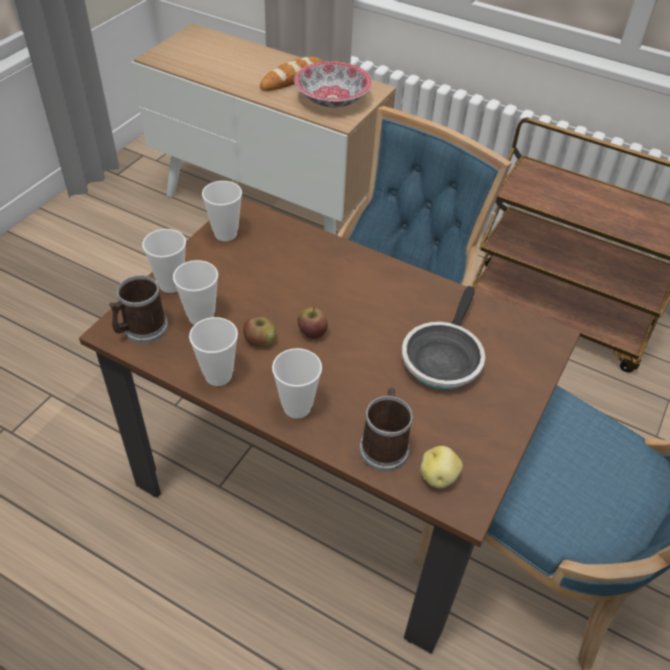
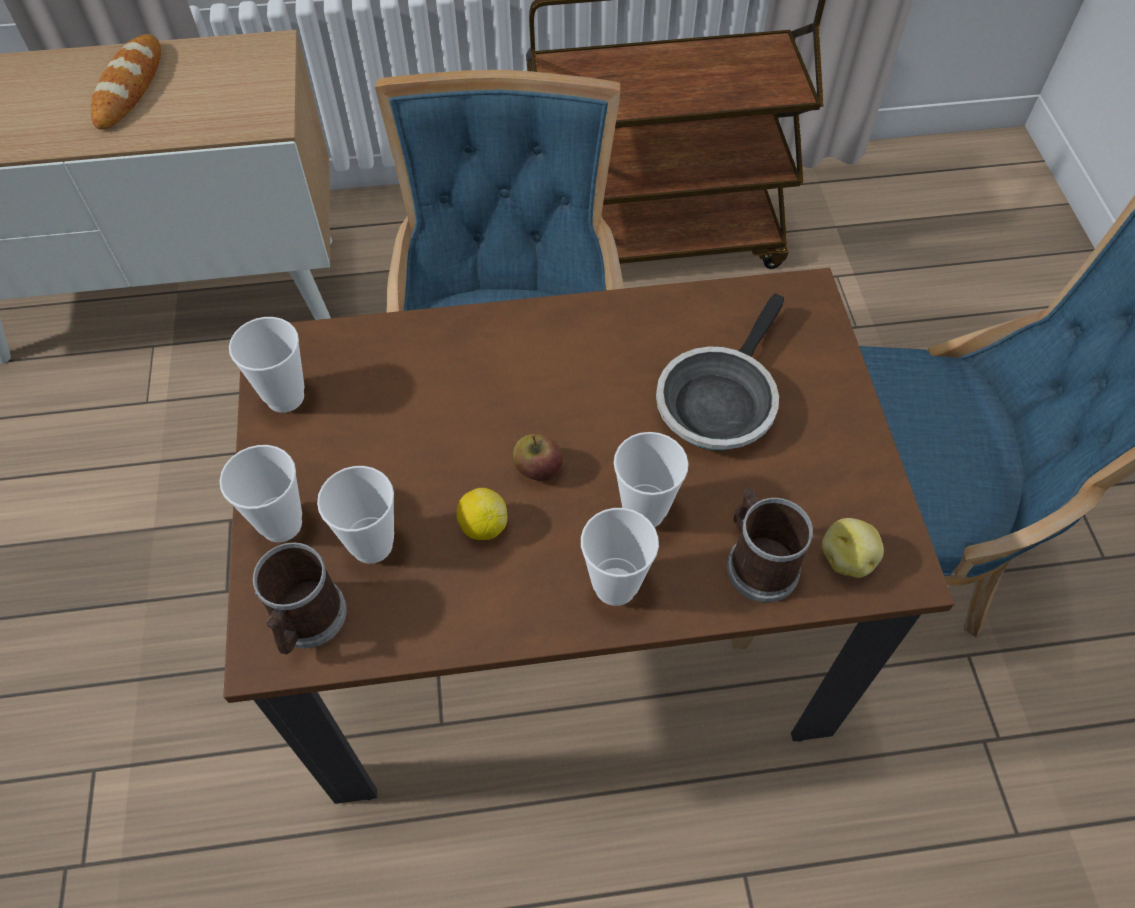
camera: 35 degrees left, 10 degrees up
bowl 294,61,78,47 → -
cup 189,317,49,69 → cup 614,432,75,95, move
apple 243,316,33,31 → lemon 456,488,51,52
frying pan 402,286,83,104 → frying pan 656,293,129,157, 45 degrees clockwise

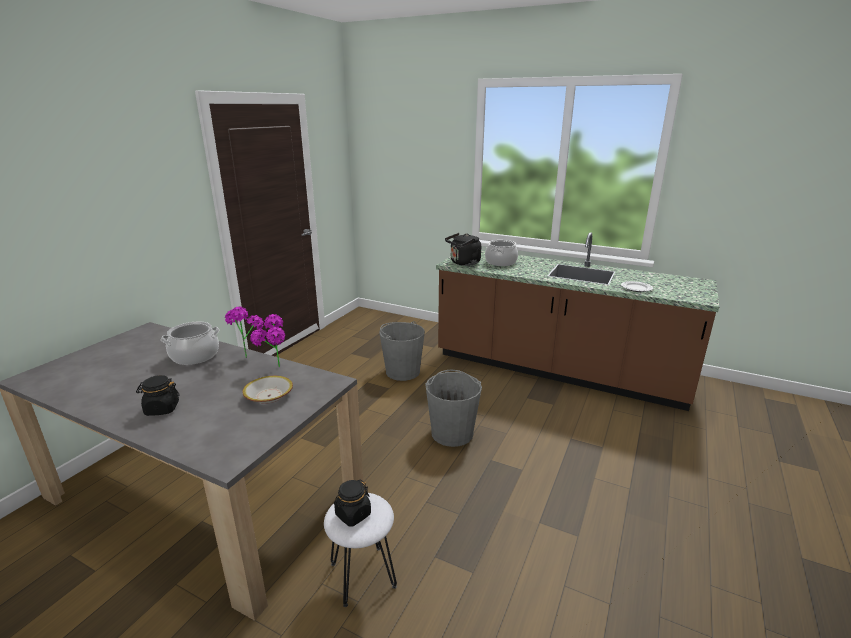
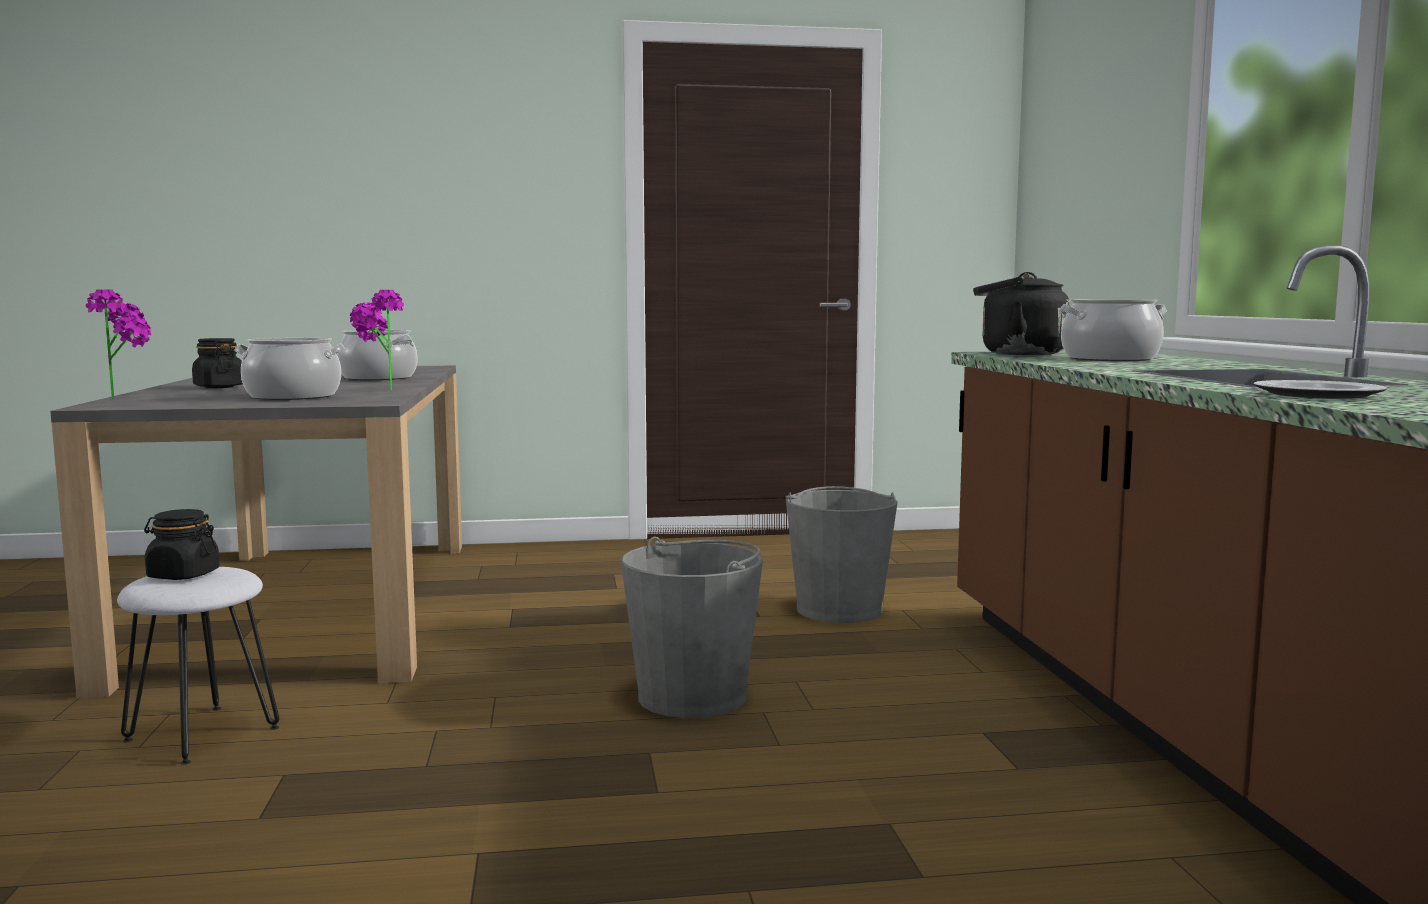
camera: 55 degrees right, 15 degrees down
potted plant 225,306,39,52 → potted plant 86,289,65,110, move
bowl 242,376,51,28 → cooking pot 234,338,111,62

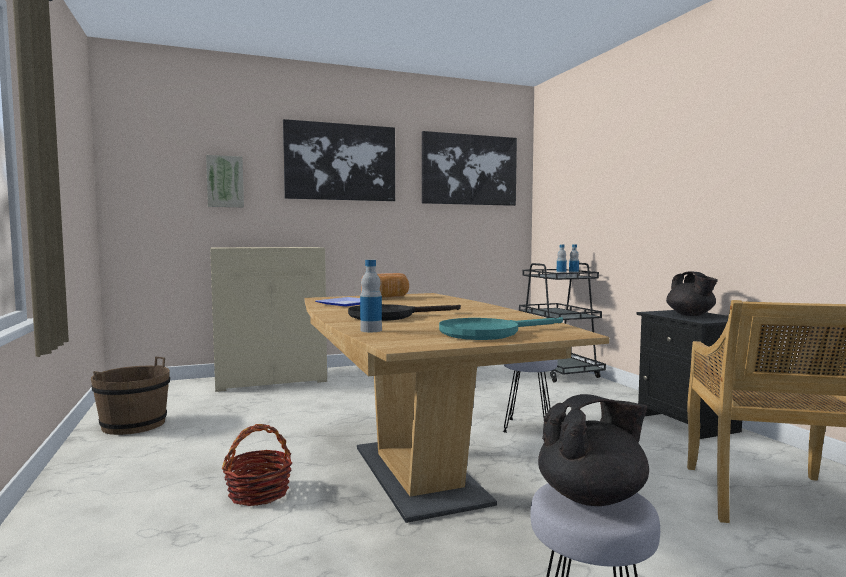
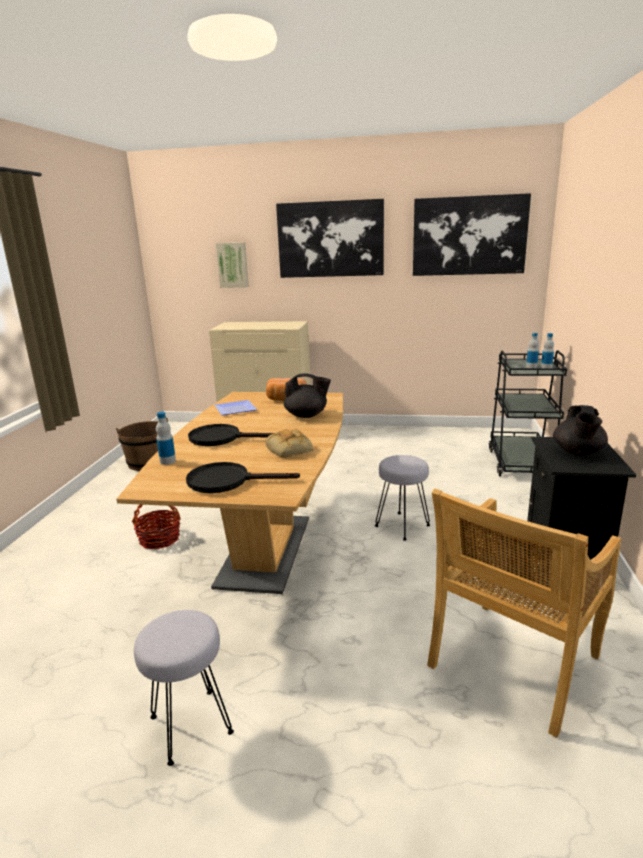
camera: 30 degrees right, 15 degrees up
- → bread 265,429,48,29
black teapot 538,394,111,112 → black teapot 284,373,47,45, move
turquoise frying pan 439,317,124,23 → black frying pan 186,462,114,31

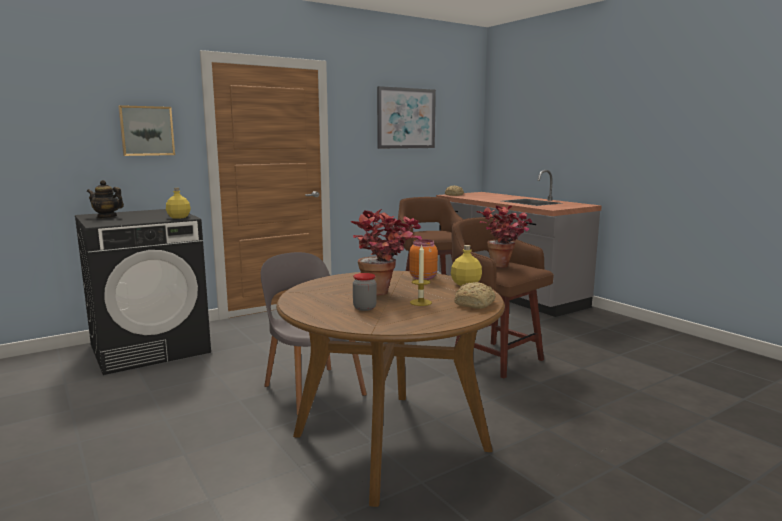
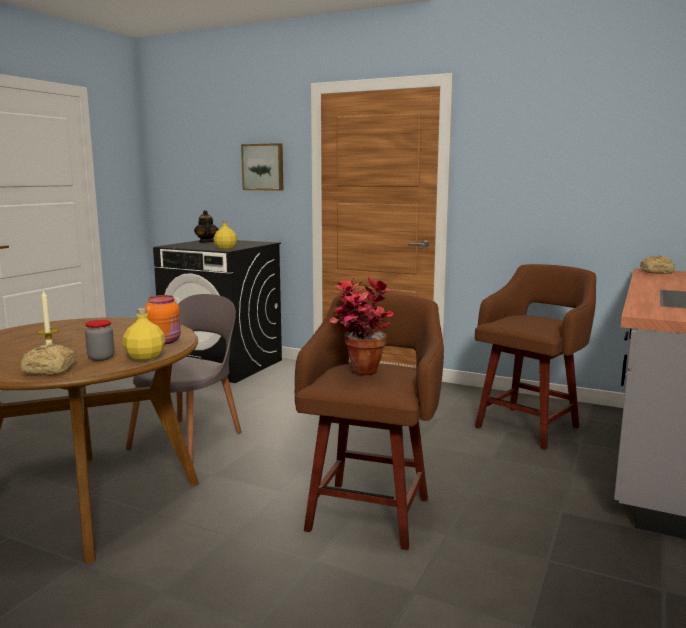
camera: 60 degrees right, 0 degrees up
potted plant 351,209,71,86 → -
picture 377,86,59,63 → -
jar 353,273,24,38 → jar 85,320,29,41, move

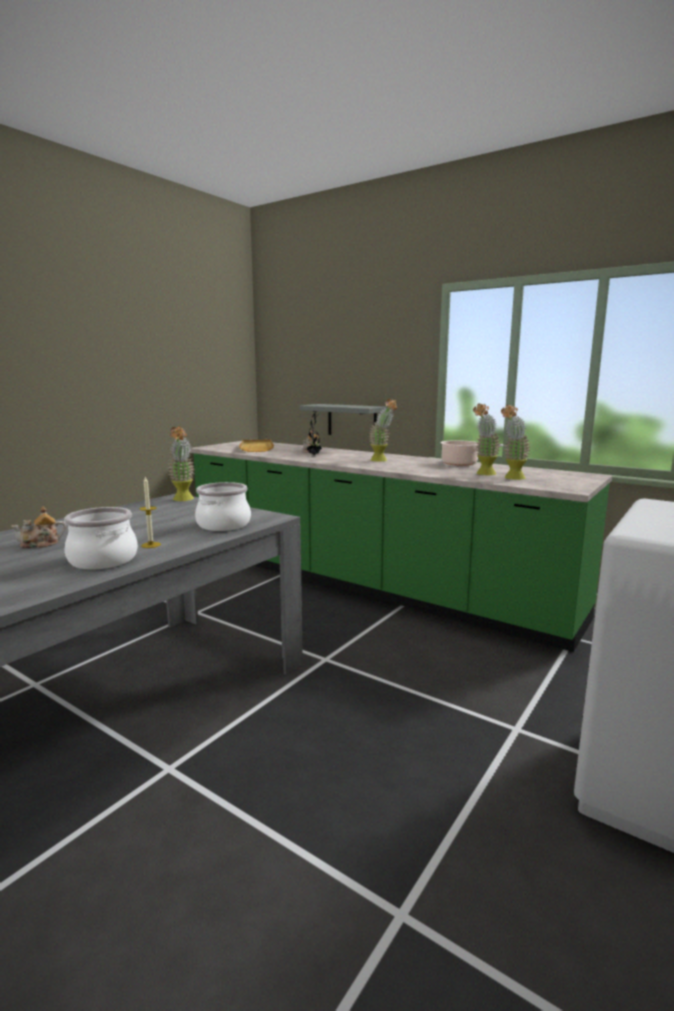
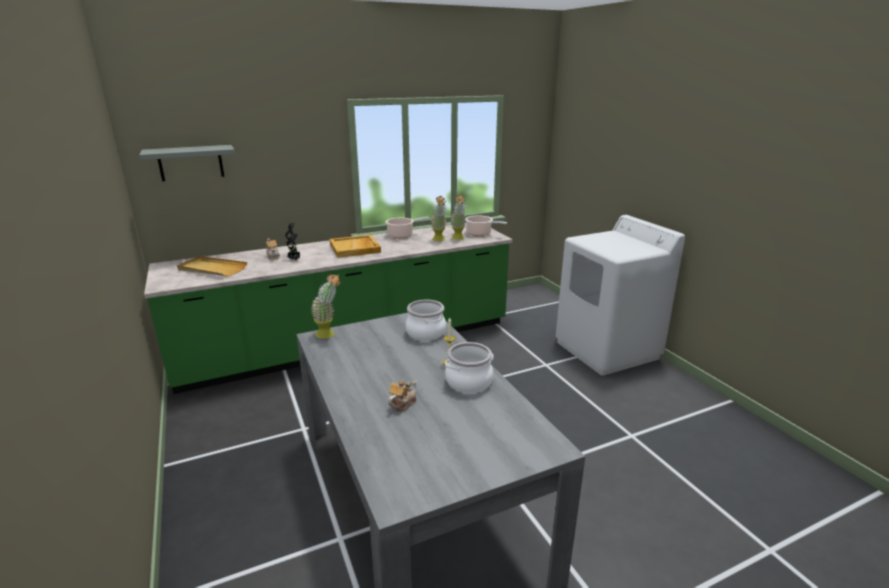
camera: 60 degrees left, 10 degrees up
- → cooking pot 466,215,41,21
grey shelf 300,404,87,31 → grey shelf 139,145,96,36, move
potted plant 369,399,28,63 → beige tray 330,235,51,23
teapot 11,507,55,41 → teapot 388,380,29,32, 150 degrees counterclockwise

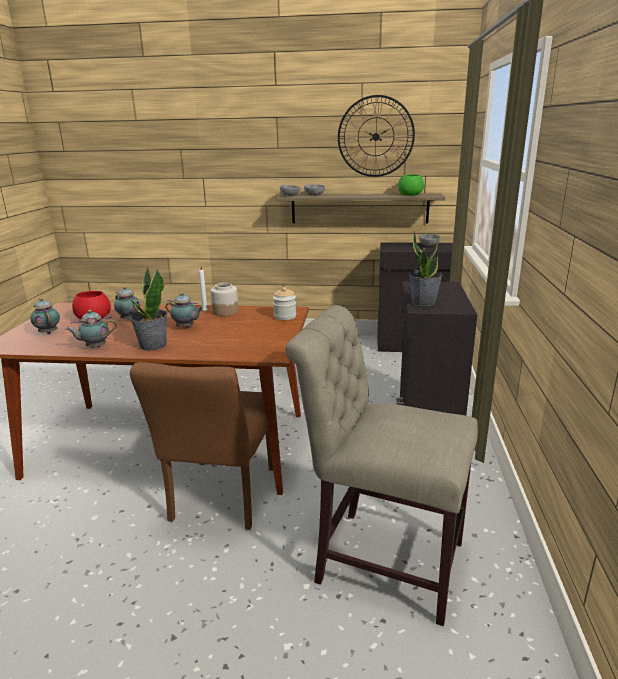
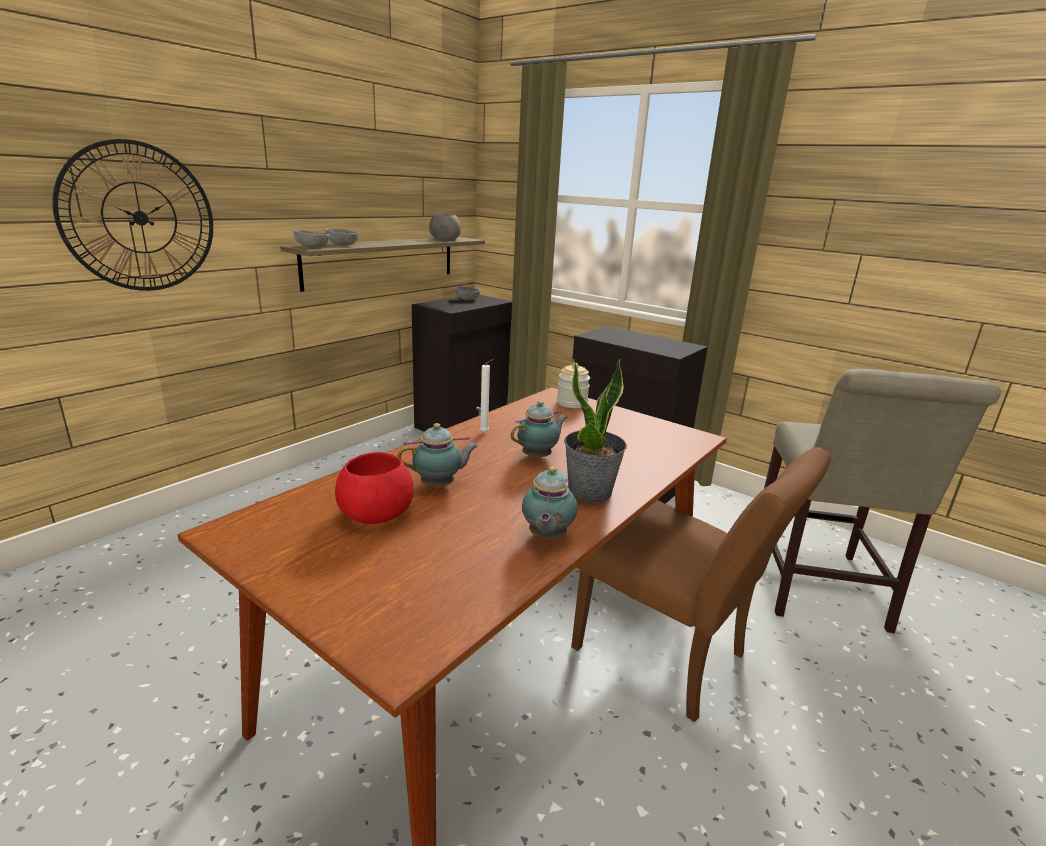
camera: 60 degrees left, 0 degrees up
teapot 30,298,30,36 → -
jar 211,283,28,33 → -
potted plant 409,231,33,75 → -
wall clock 338,95,77,82 → wall clock 52,139,161,152, move
green bowl 398,174,26,22 → grey bowl 429,214,32,26
beige chair 285,305,193,321 → beige chair 764,369,237,264, 45 degrees counterclockwise

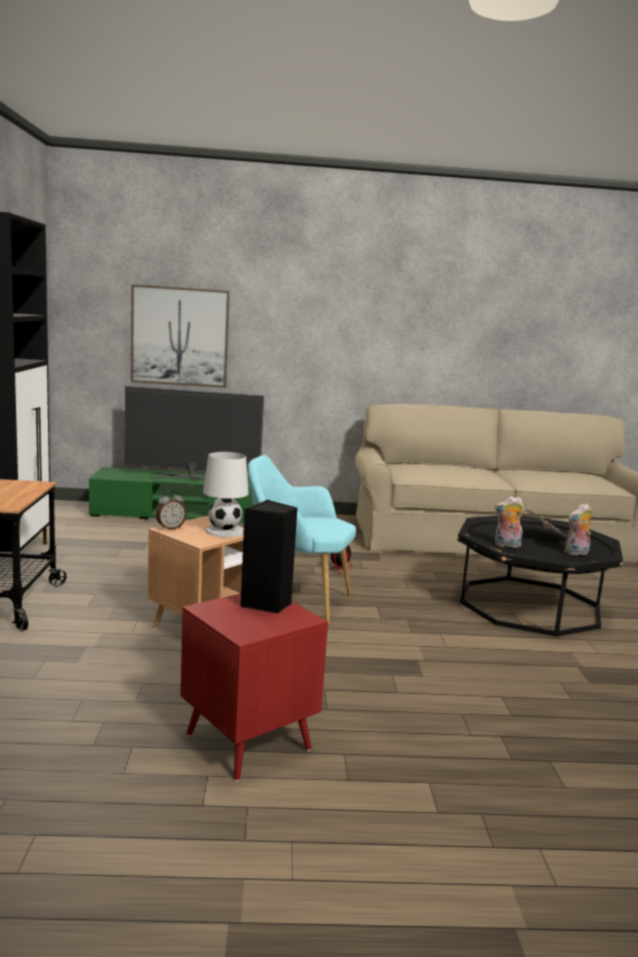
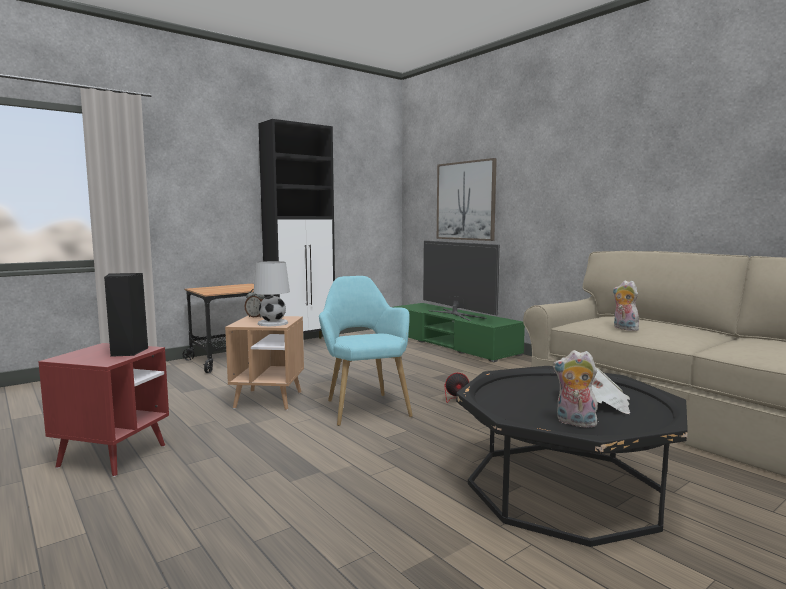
camera: 55 degrees right, 5 degrees down
plush toy 495,496,29,52 → plush toy 613,280,26,51, move

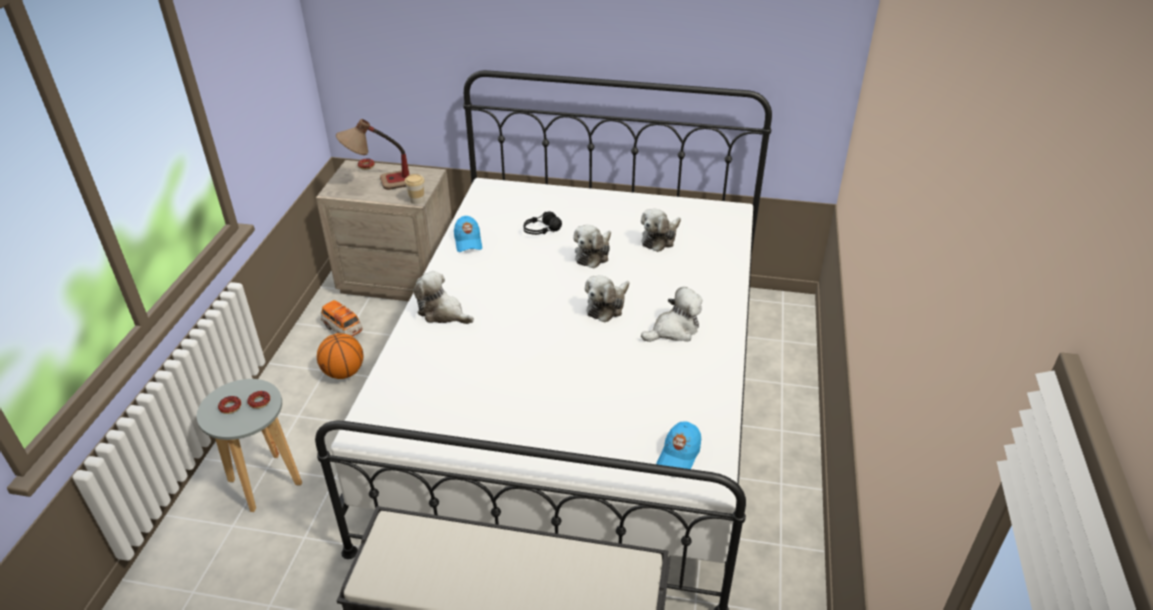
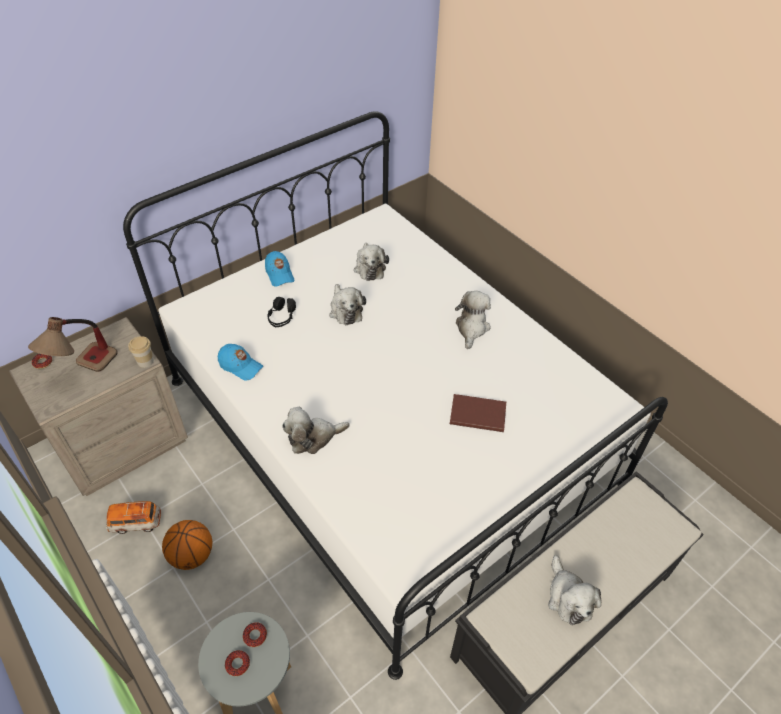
camera: 50 degrees left, 10 degrees up
- → brown book 450,394,56,38
plush toy 585,275,44,48 → plush toy 548,555,53,70, move
blue cap 656,421,45,48 → blue cap 265,251,30,36, move

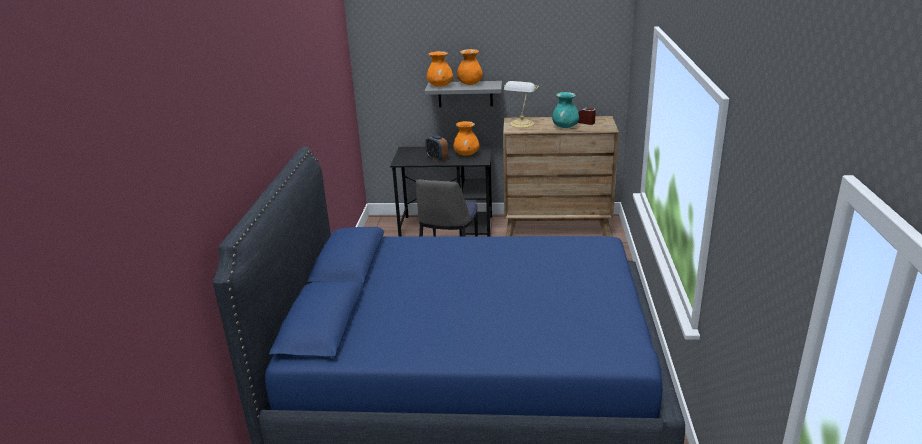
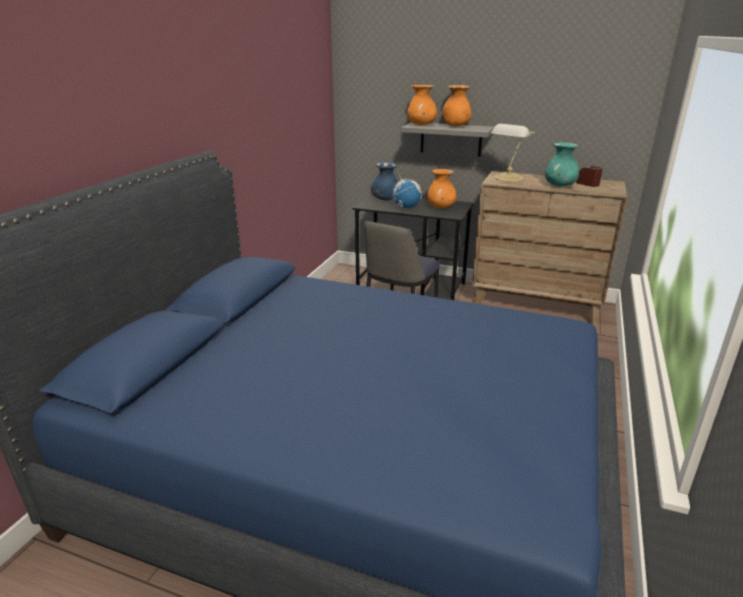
camera: 15 degrees right, 0 degrees up
- → blue vase 371,162,27,38
alarm clock 425,135,23,27 → globe 391,171,31,37

